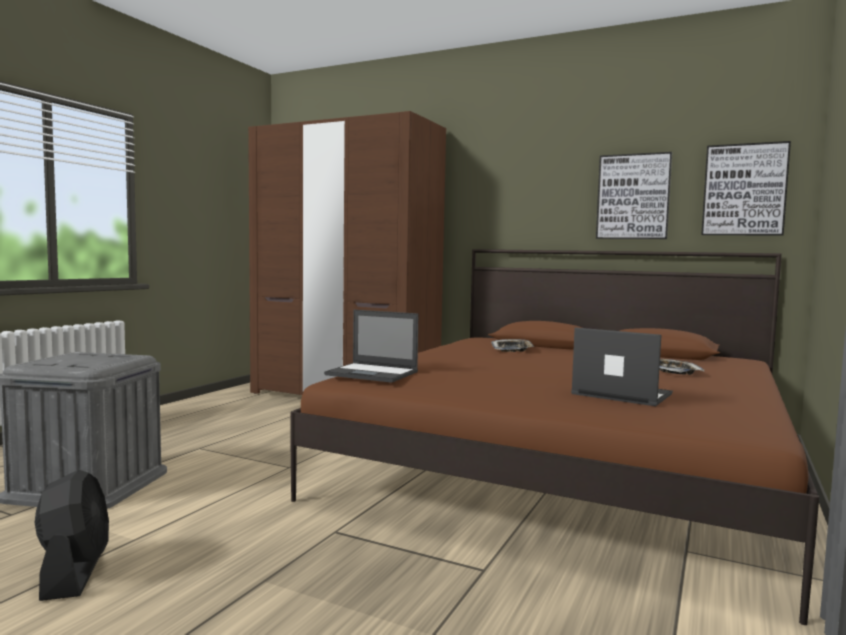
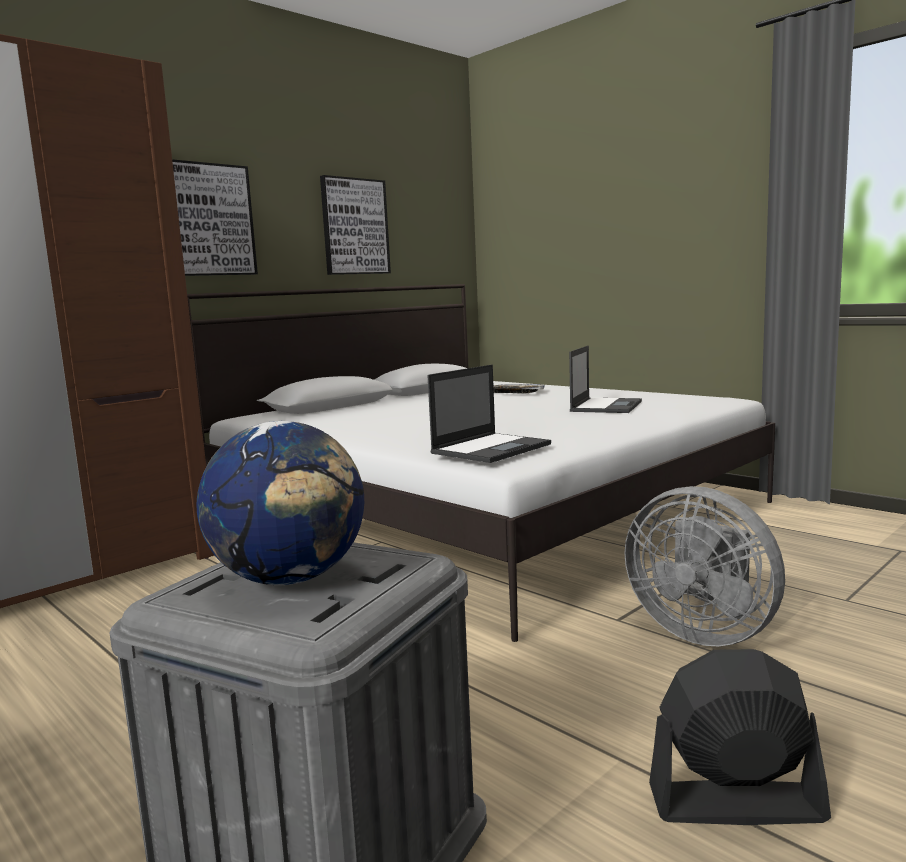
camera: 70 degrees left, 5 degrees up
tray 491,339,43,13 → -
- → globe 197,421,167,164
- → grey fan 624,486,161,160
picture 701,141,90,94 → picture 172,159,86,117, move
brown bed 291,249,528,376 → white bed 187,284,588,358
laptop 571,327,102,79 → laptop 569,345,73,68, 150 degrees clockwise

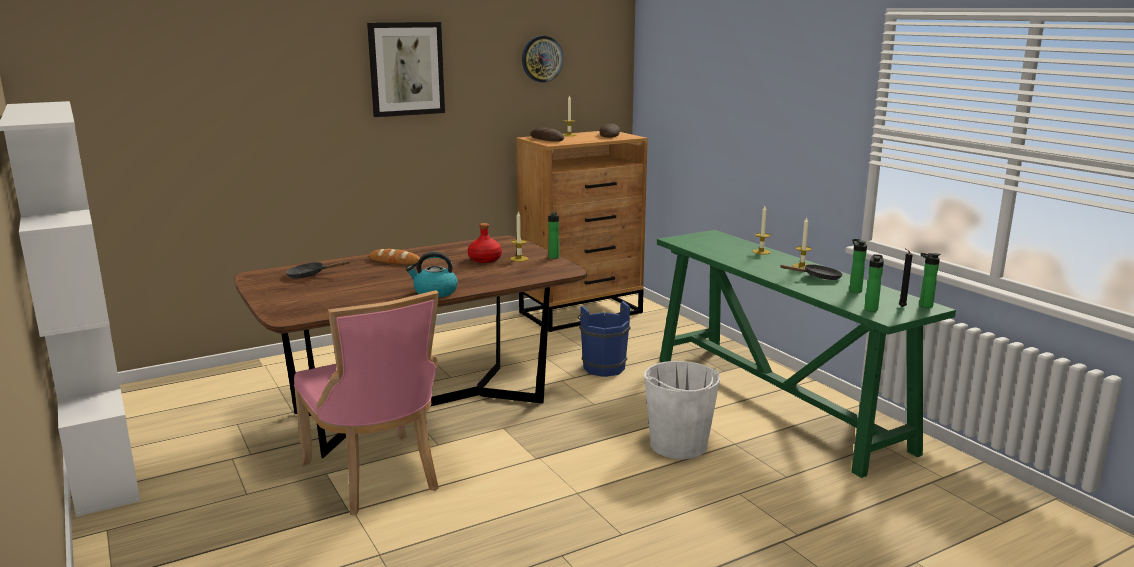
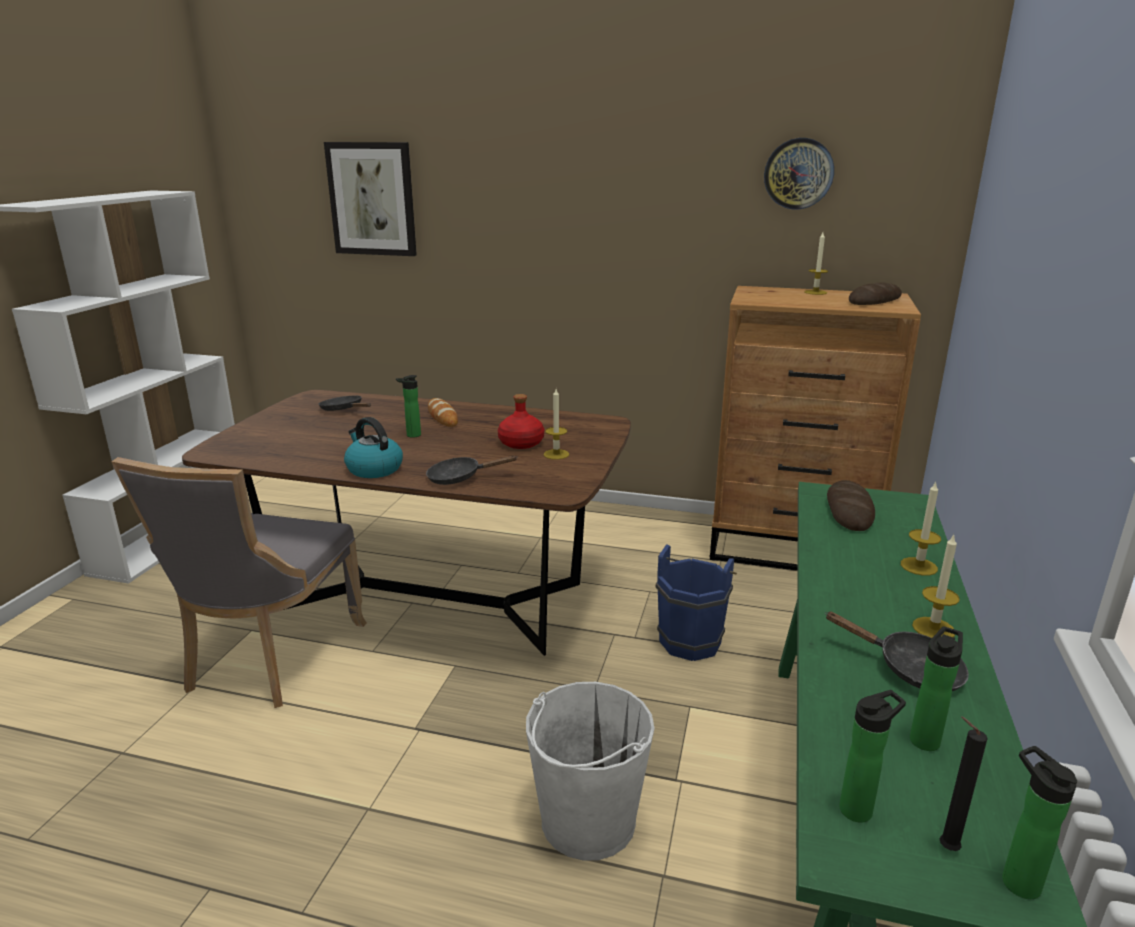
camera: 45 degrees right, 5 degrees up
- → black frying pan 426,456,92,29
picture 367,22,78,95 → picture 324,142,93,114, move
bread 530,127,34,15 → bread 827,480,48,51, move
bottle 548,212,11,47 → bottle 396,375,25,63, move
pink chair 294,290,145,225 → grey chair 111,457,256,251

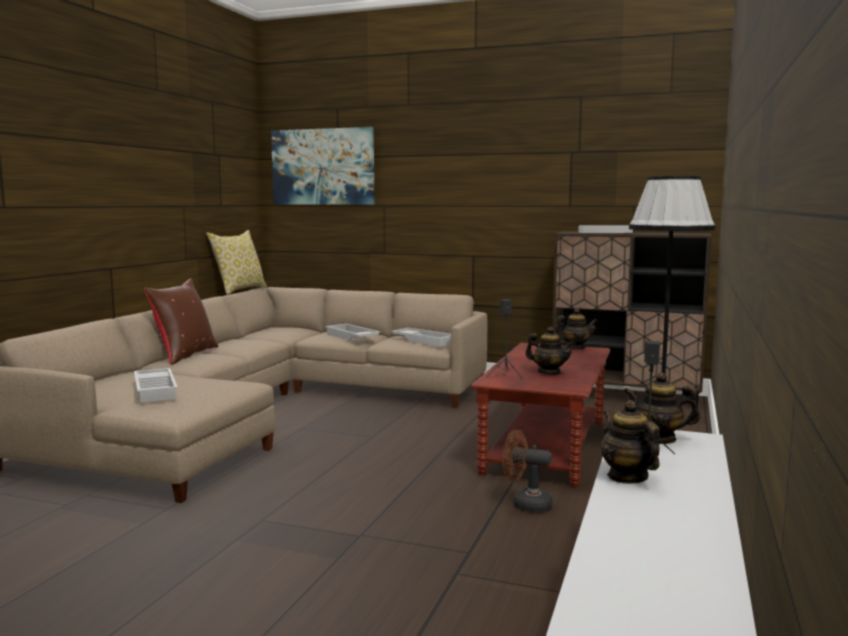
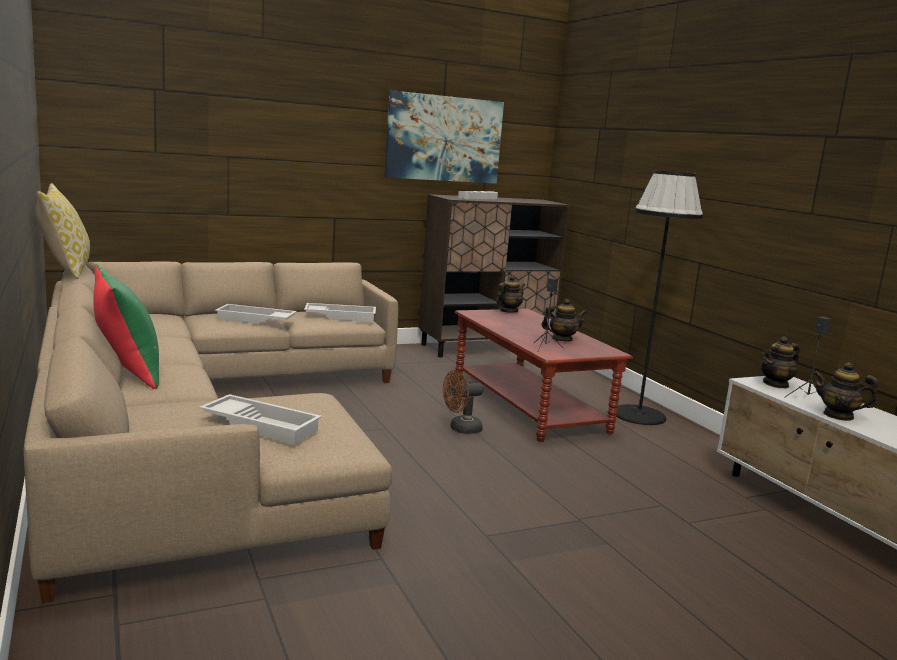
camera: 45 degrees left, 5 degrees up
picture 271,127,103,78 → picture 384,90,120,94, move
brown fan 502,430,51,82 → brown fan 443,370,40,64, move
brown pillow 144,278,75,87 → green pillow 93,264,66,125

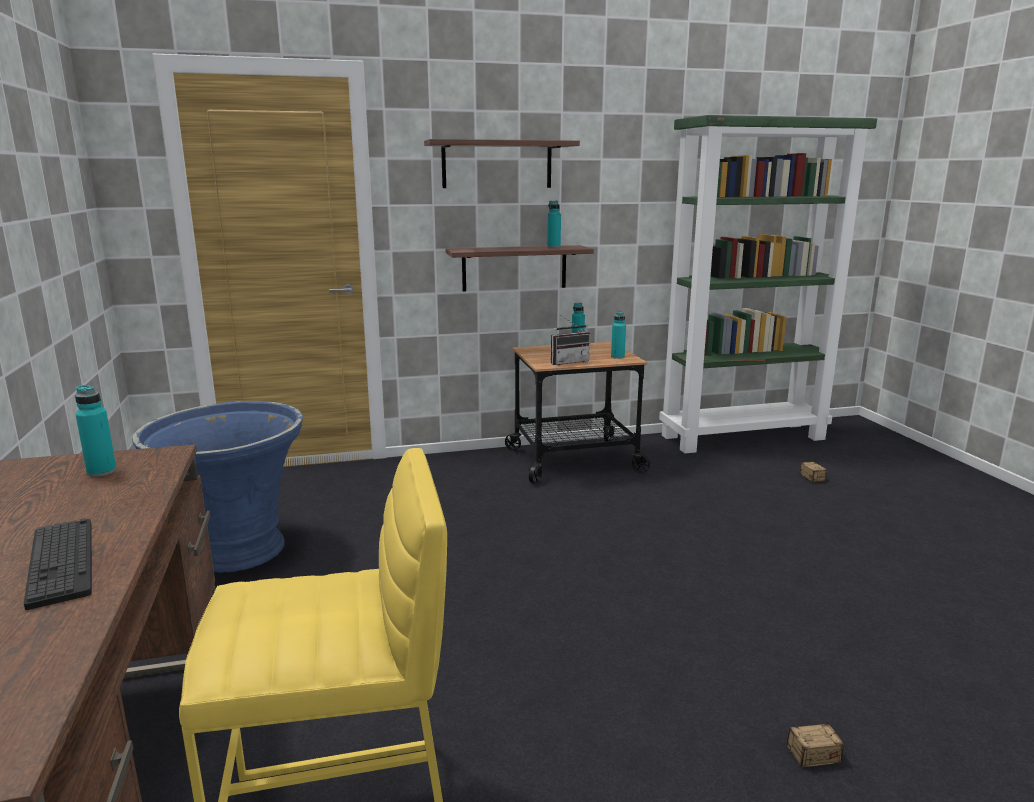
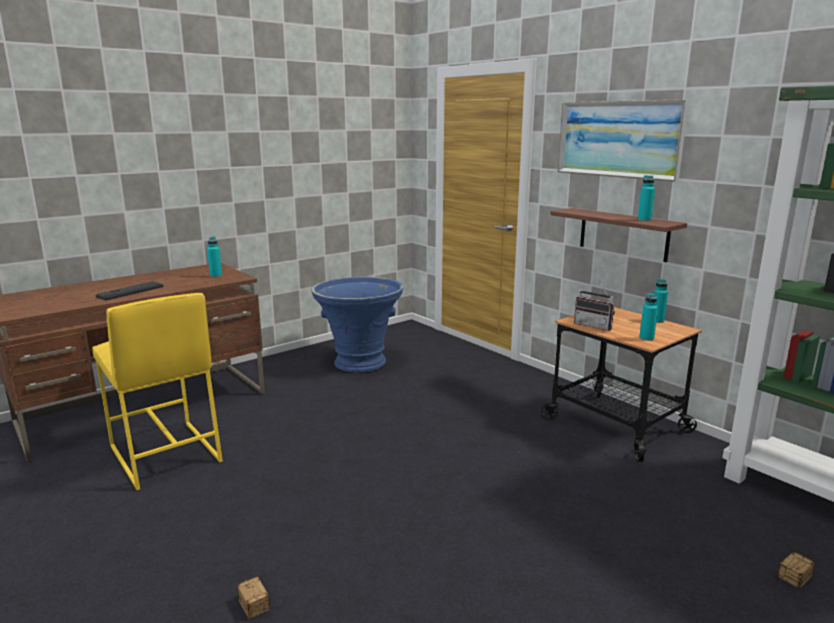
camera: 65 degrees right, 0 degrees up
shelf 424,139,156,49 → picture 558,99,131,83

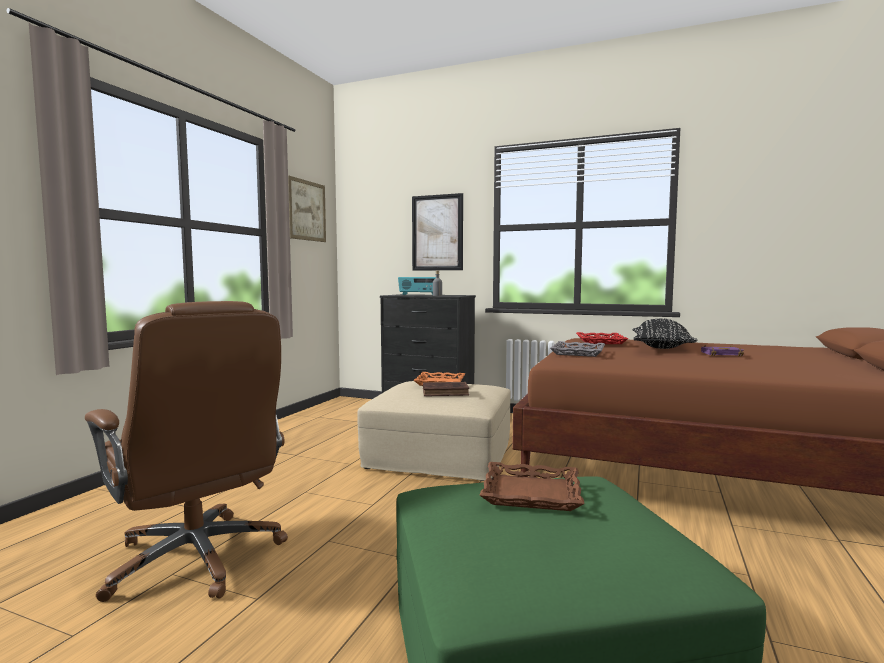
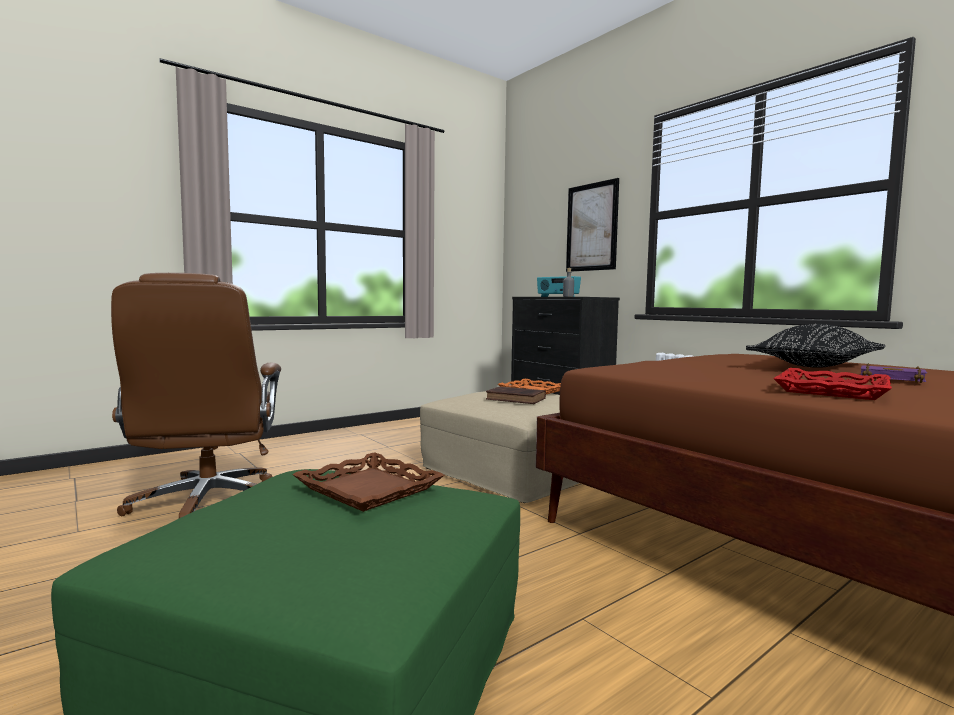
camera: 30 degrees right, 0 degrees up
picture 288,175,38,67 → -
grey tray 550,341,55,16 → -
red tray 576,332,52,12 → red tray 773,368,119,32, move

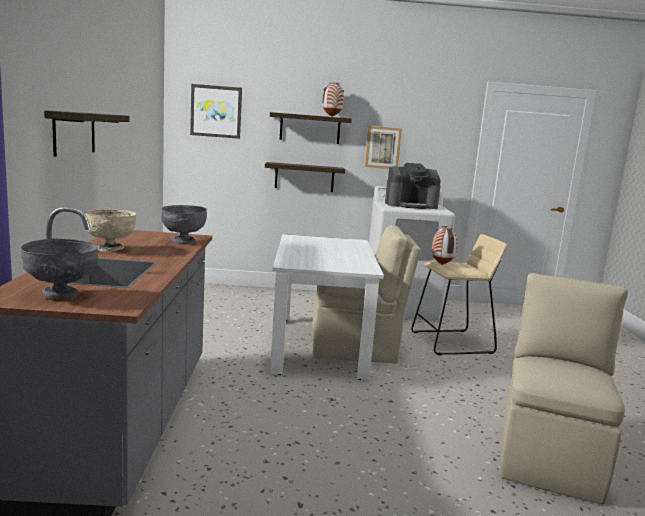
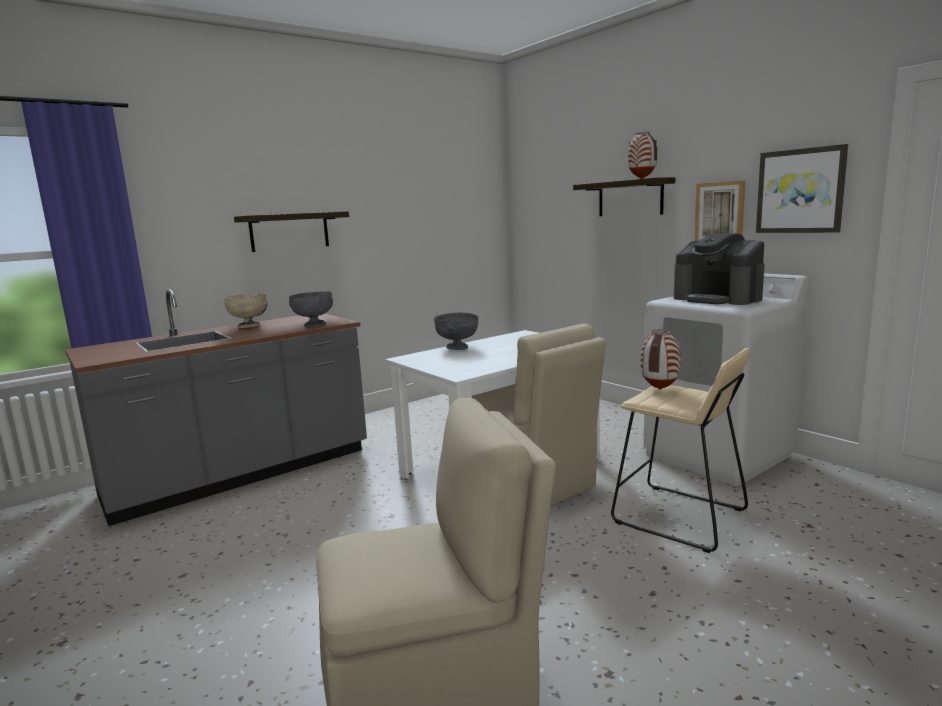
camera: 55 degrees right, 0 degrees up
shelf 265,162,80,30 → -
grey bowl 20,238,78,61 → grey bowl 434,313,44,37, move
picture 190,84,52,55 → picture 756,144,92,89, move

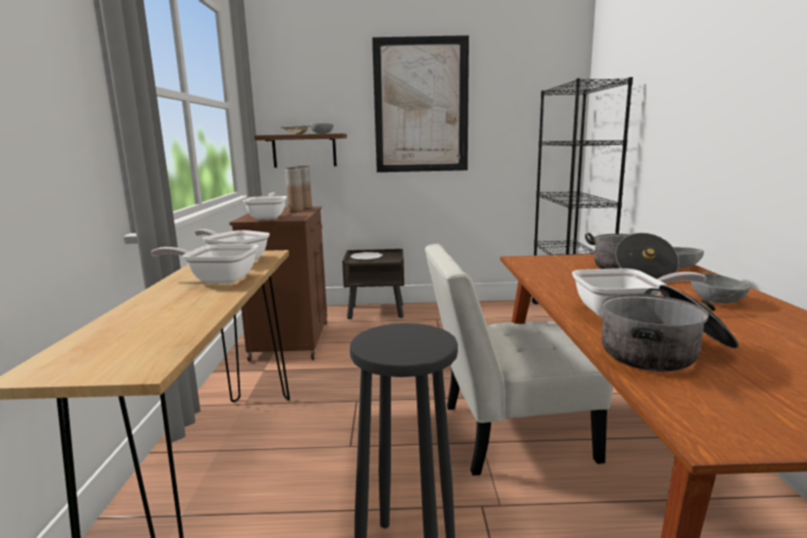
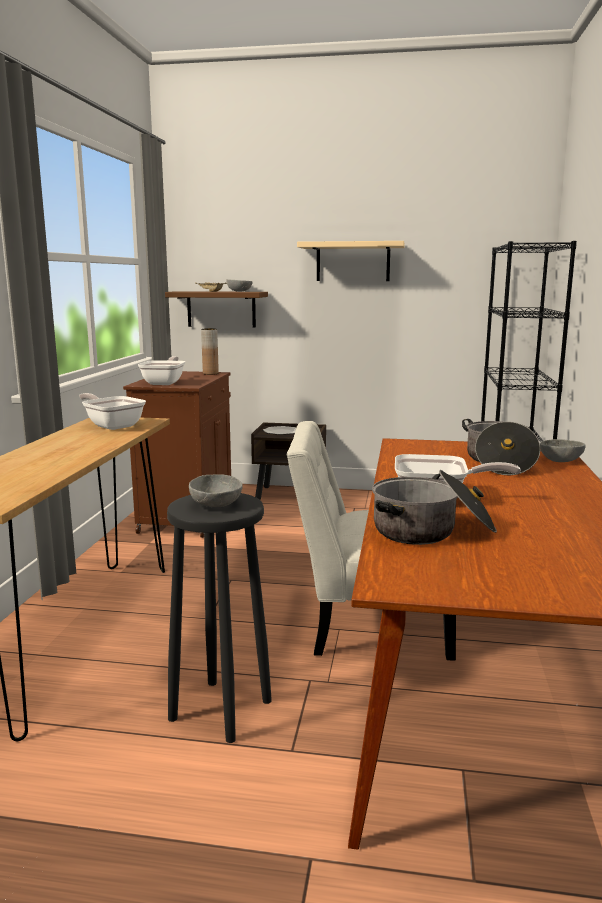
camera: 10 degrees right, 0 degrees up
frying pan 151,244,107,39 → -
brown vase 285,167,19,45 → -
grey bowl 691,273,59,30 → grey bowl 189,474,54,33, move
picture 372,35,97,137 → beige shelf 297,241,108,40

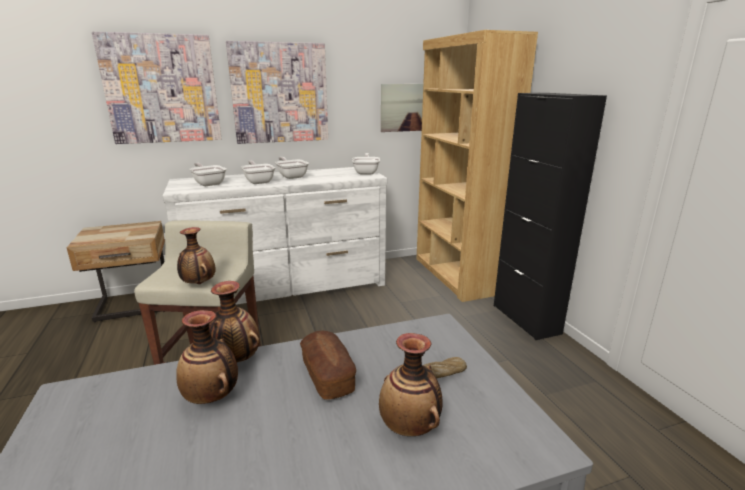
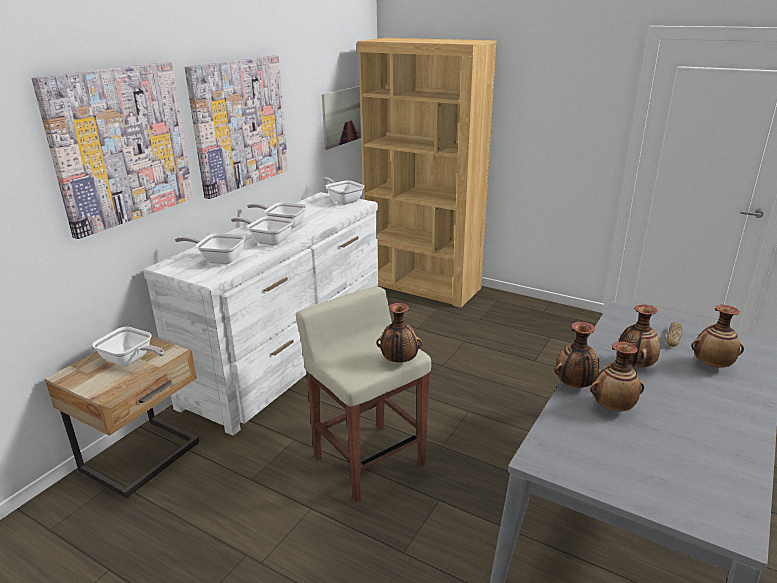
camera: 40 degrees left, 5 degrees up
black cabinet 494,93,113,247 → -
- → frying pan 92,327,73,39
bread 300,331,56,69 → vase 619,305,41,62

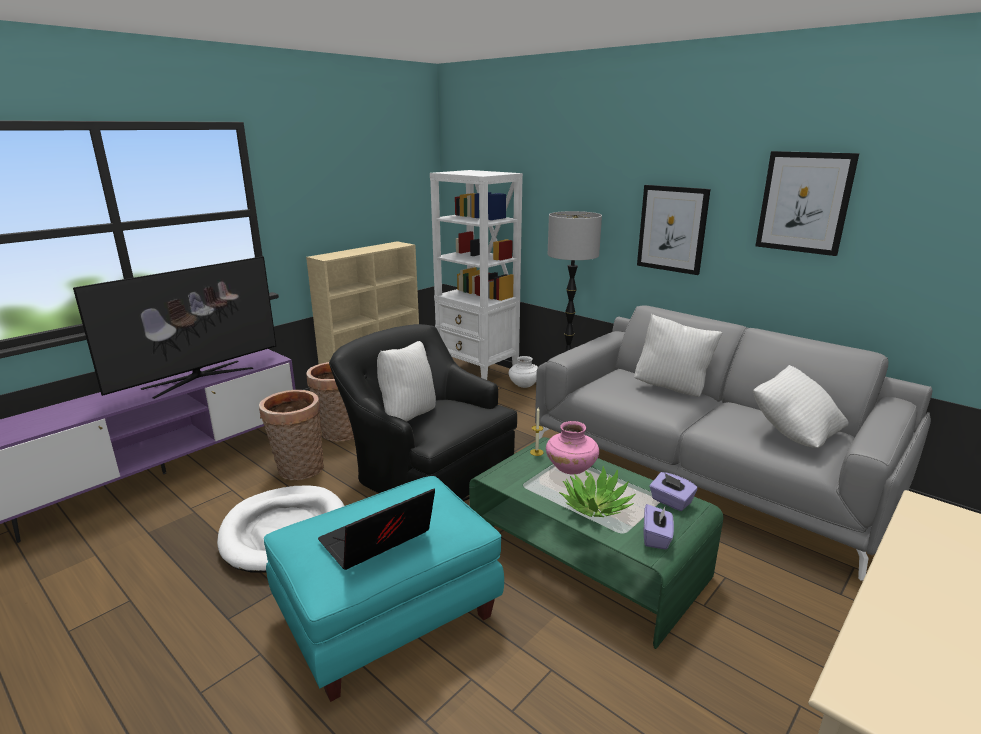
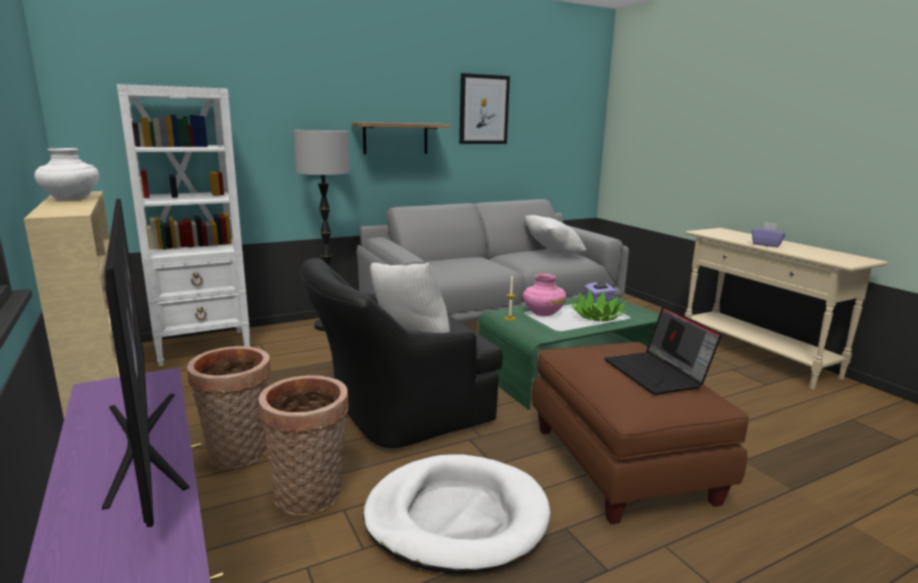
camera: 70 degrees left, 5 degrees down
white pillow 634,314,88,83 → -
white vase 509,356,29,32 → white vase 34,148,65,52, move
purple tissue box 644,504,30,46 → purple tissue box 752,222,33,25, move
picture 637,185,74,90 → shelf 352,122,98,32
turquoise ottoman 264,476,240,226 → brown ottoman 532,342,217,182

